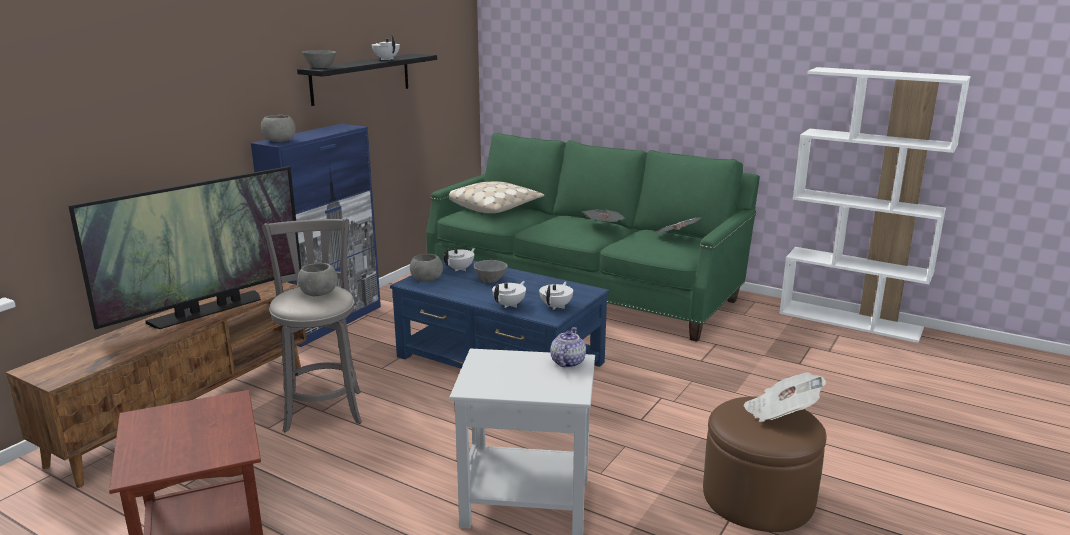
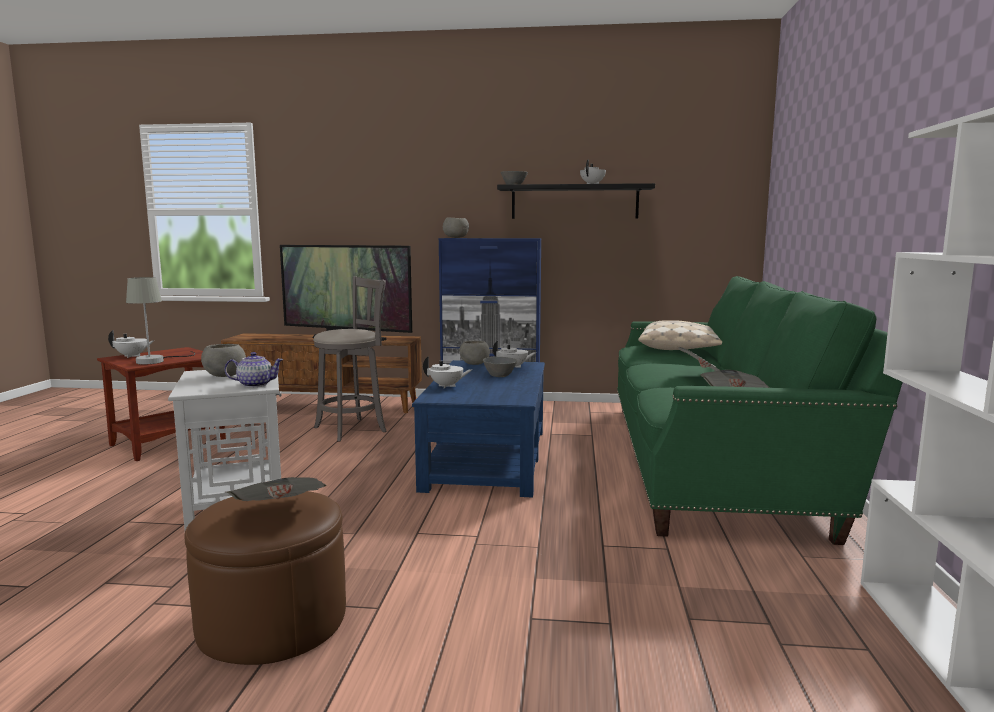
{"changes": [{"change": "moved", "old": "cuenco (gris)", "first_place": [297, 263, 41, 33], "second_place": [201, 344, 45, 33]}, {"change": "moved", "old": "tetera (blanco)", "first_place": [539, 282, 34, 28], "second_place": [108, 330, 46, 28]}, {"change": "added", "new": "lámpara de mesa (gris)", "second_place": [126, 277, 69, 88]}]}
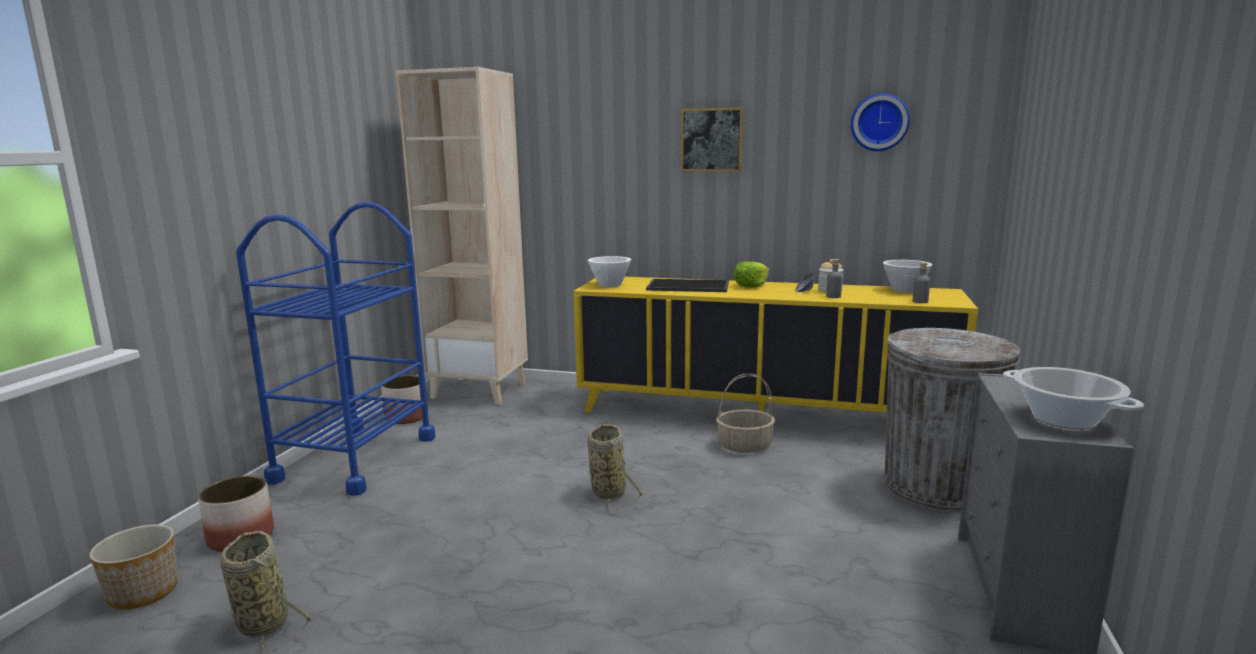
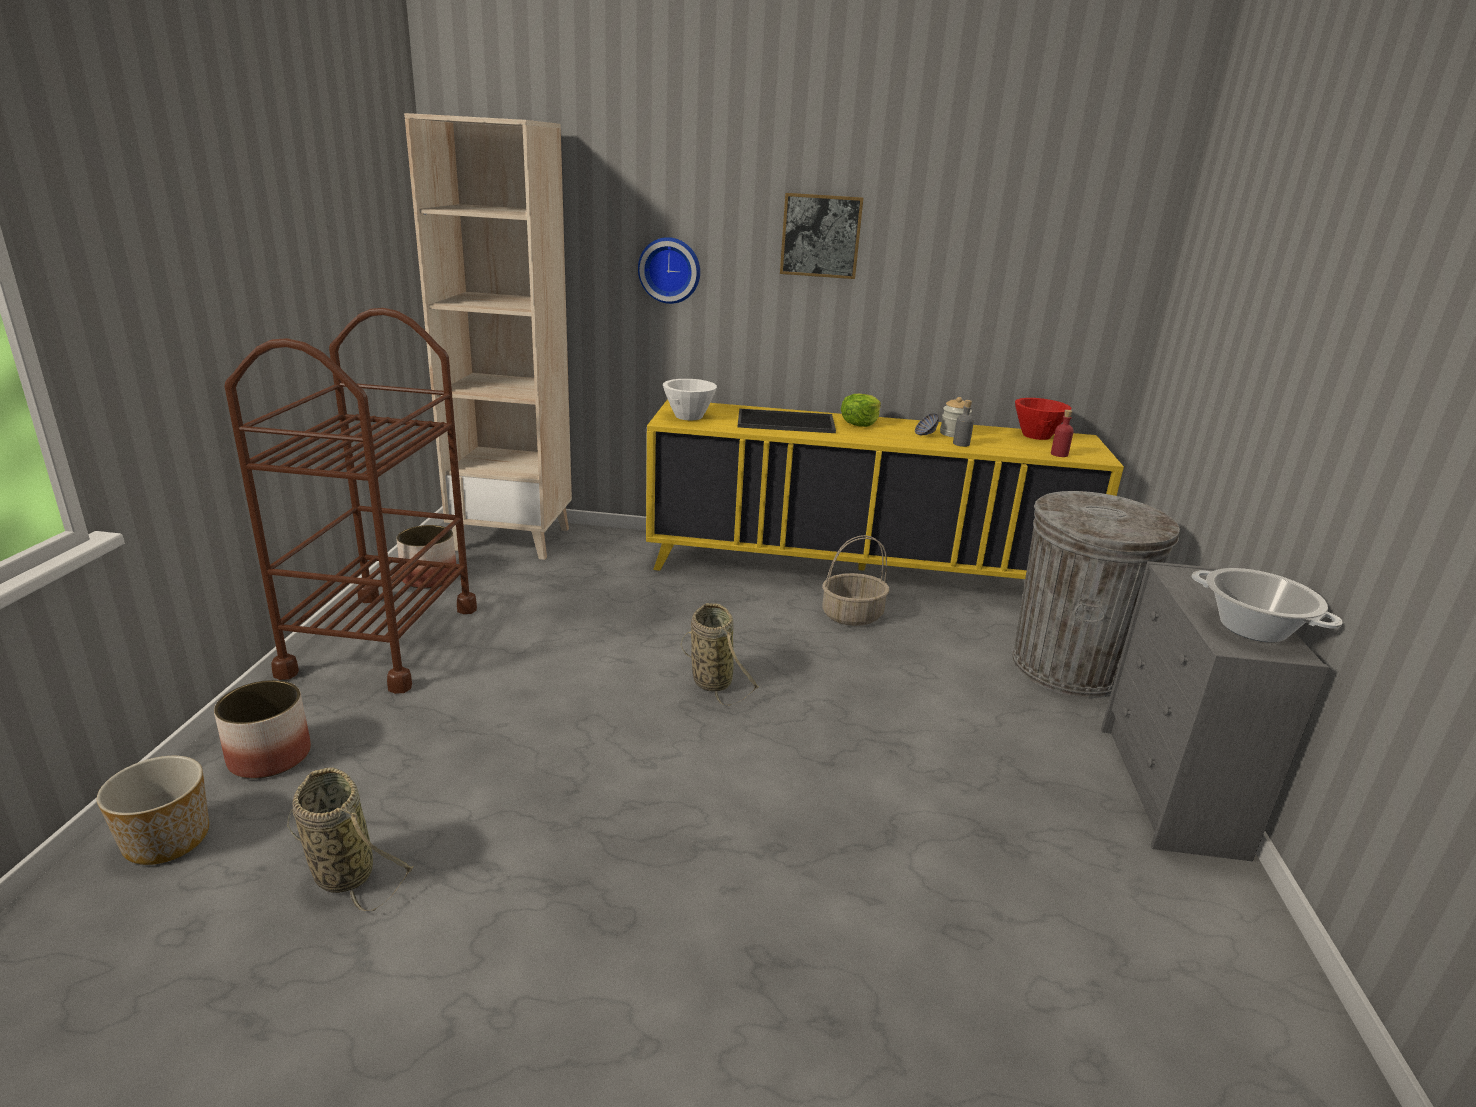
{"changes": [{"change": "recoloured", "old": "carrito (azul)", "new": "carrito (marrón)", "first_place": [236, 202, 199, 294], "second_place": [225, 308, 252, 386]}, {"change": "moved", "old": "reloj de pared", "first_place": [851, 93, 59, 58], "second_place": [638, 237, 62, 67]}, {"change": "recoloured", "old": "cuenco (blanco)", "new": "cuenco (rojo)", "first_place": [883, 260, 50, 33], "second_place": [1015, 398, 56, 42]}, {"change": "recoloured", "old": "botella (gris)", "new": "botella (rojo)", "first_place": [913, 262, 17, 41], "second_place": [1051, 410, 23, 47]}]}
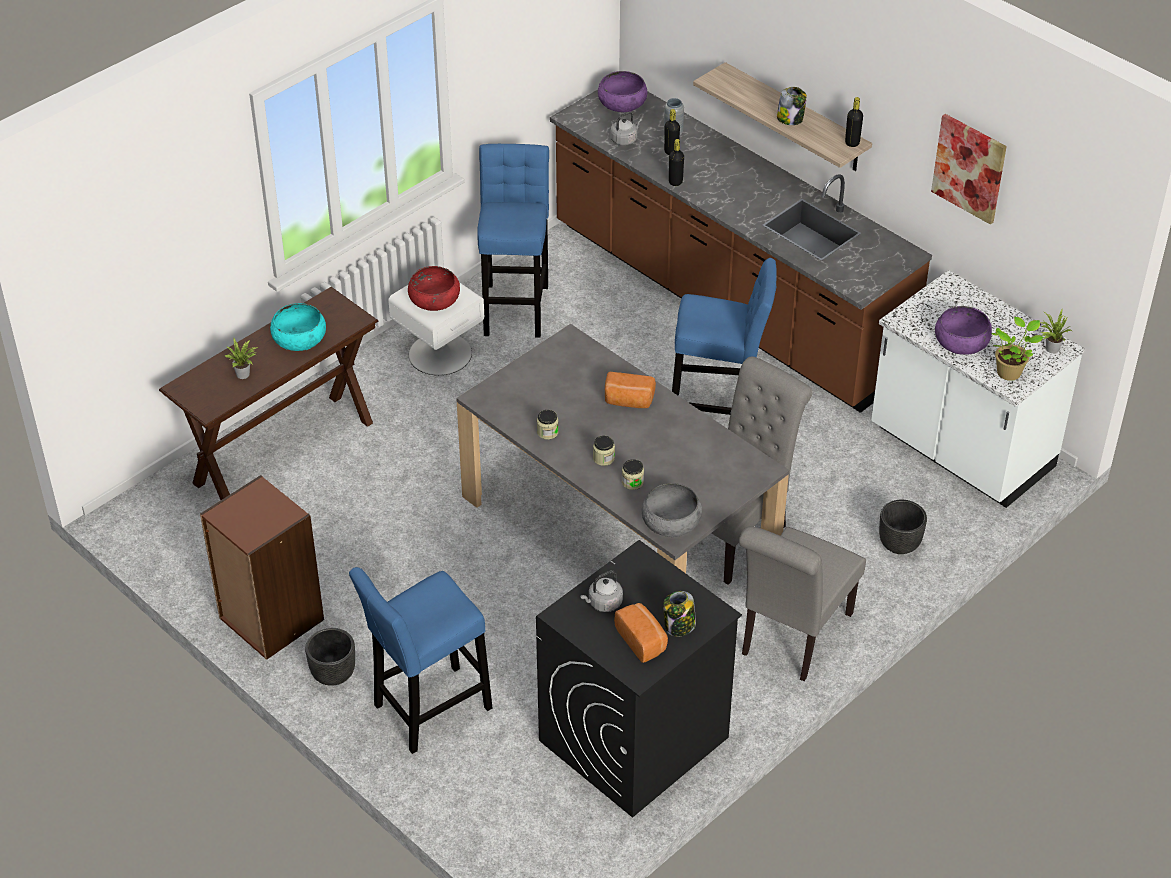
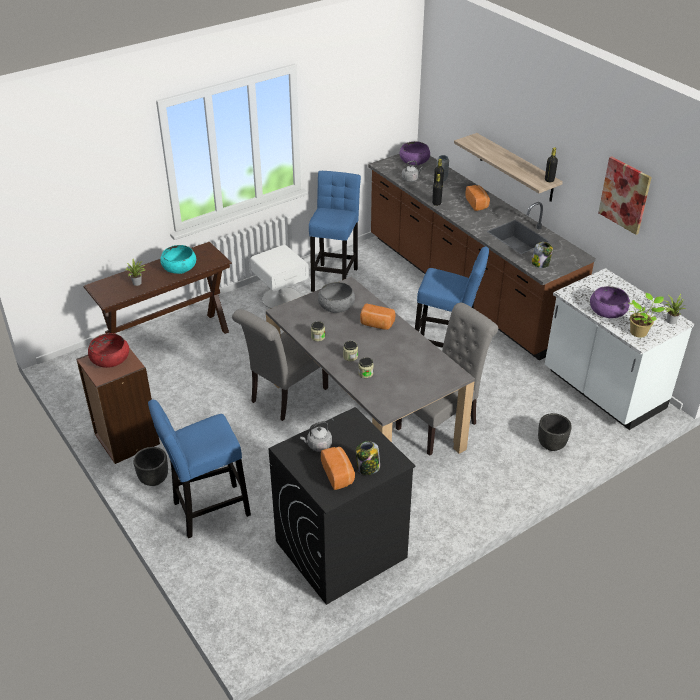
{"changes": [{"change": "moved", "old": "cuenco (rojo)", "first_place": [408, 266, 52, 45], "second_place": [88, 333, 41, 35]}, {"change": "moved", "old": "cuenco (gris)", "first_place": [642, 483, 60, 54], "second_place": [318, 282, 37, 31]}, {"change": "moved", "old": "silla (gris)", "first_place": [739, 526, 127, 156], "second_place": [232, 309, 96, 112]}, {"change": "moved", "old": "tarro", "first_place": [777, 87, 30, 38], "second_place": [531, 242, 22, 26]}, {"change": "added", "new": "pan", "second_place": [465, 185, 25, 26]}]}
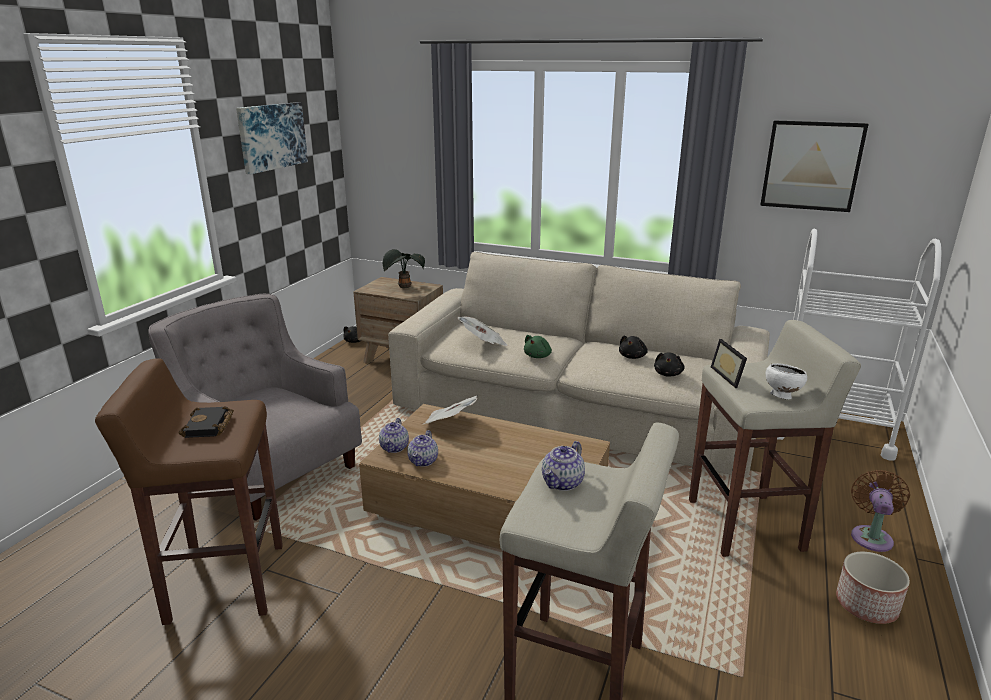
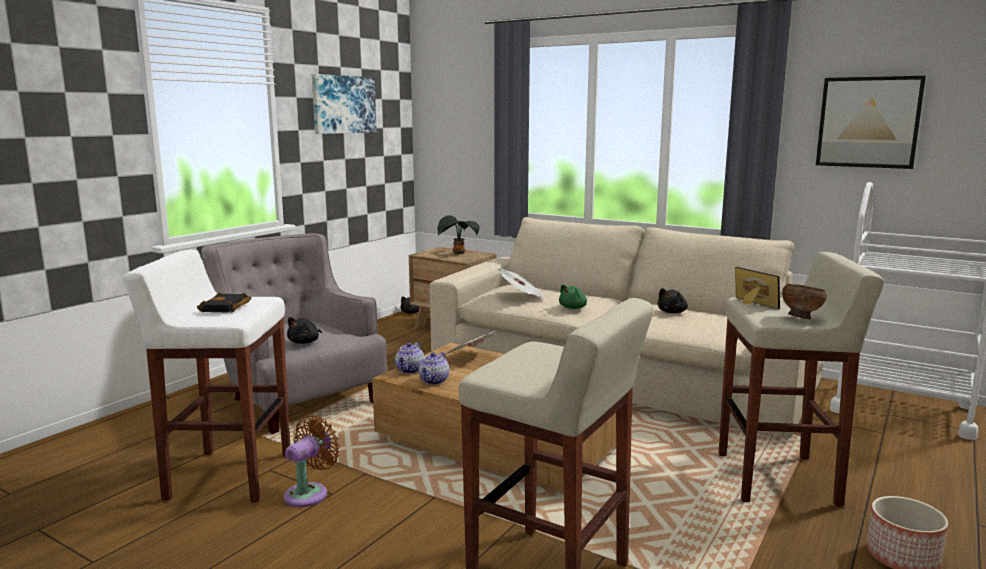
{"changes": [{"change": "recoloured", "old": "taburete (marrón)", "new": "taburete (blanco)", "first_place": [95, 358, 188, 267], "second_place": [123, 250, 167, 253]}, {"change": "removed", "old": "tetera", "first_place": [542, 441, 43, 50]}, {"change": "moved", "old": "peluche (negro)", "first_place": [654, 352, 31, 25], "second_place": [287, 317, 35, 27]}, {"change": "turned", "old": "portarretratos", "first_place": [711, 339, 36, 49], "second_place": [735, 267, 45, 42], "degrees": 150}, {"change": "recoloured", "old": "cuenco (blanco)", "new": "cuenco (marrón)", "first_place": [765, 363, 42, 36], "second_place": [782, 283, 45, 36]}, {"change": "moved", "old": "ventilador (marrón)", "first_place": [851, 470, 59, 82], "second_place": [284, 415, 56, 92]}]}
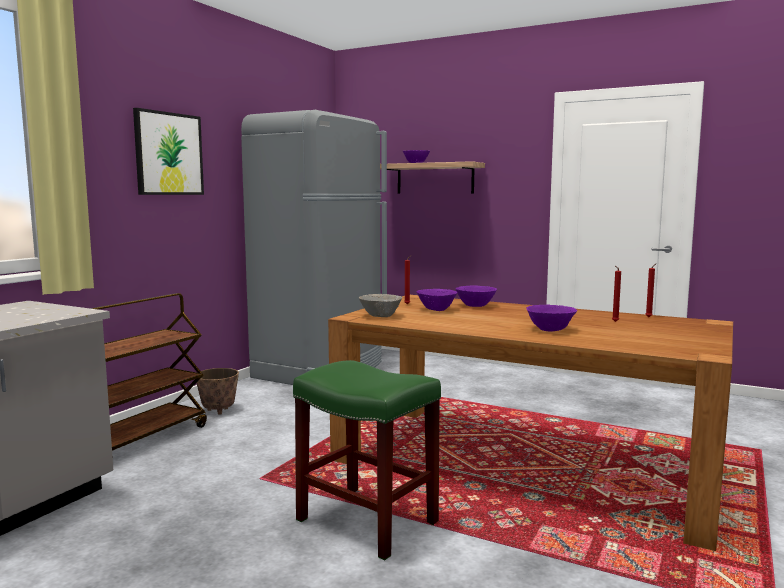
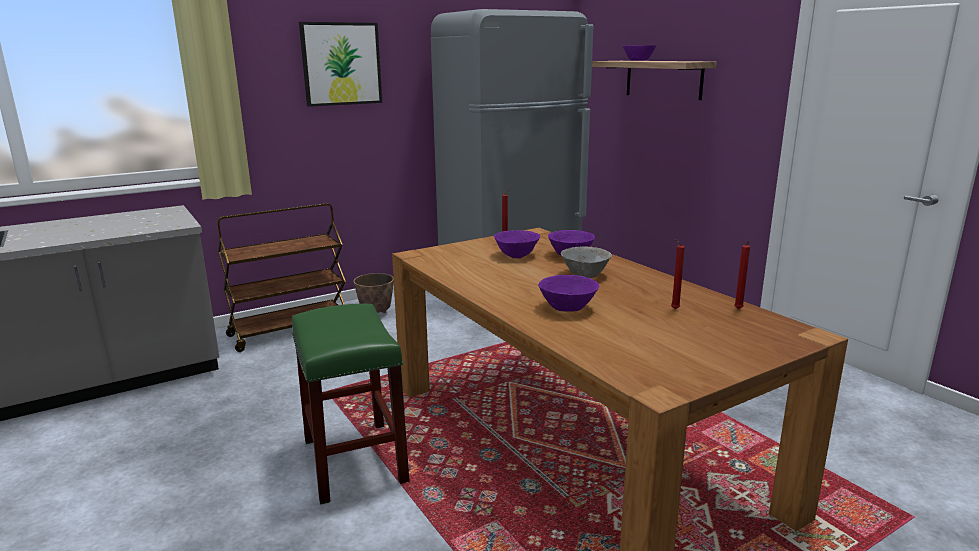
{"changes": [{"change": "moved", "old": "cuenco (gris)", "first_place": [359, 294, 43, 23], "second_place": [561, 246, 51, 32]}]}
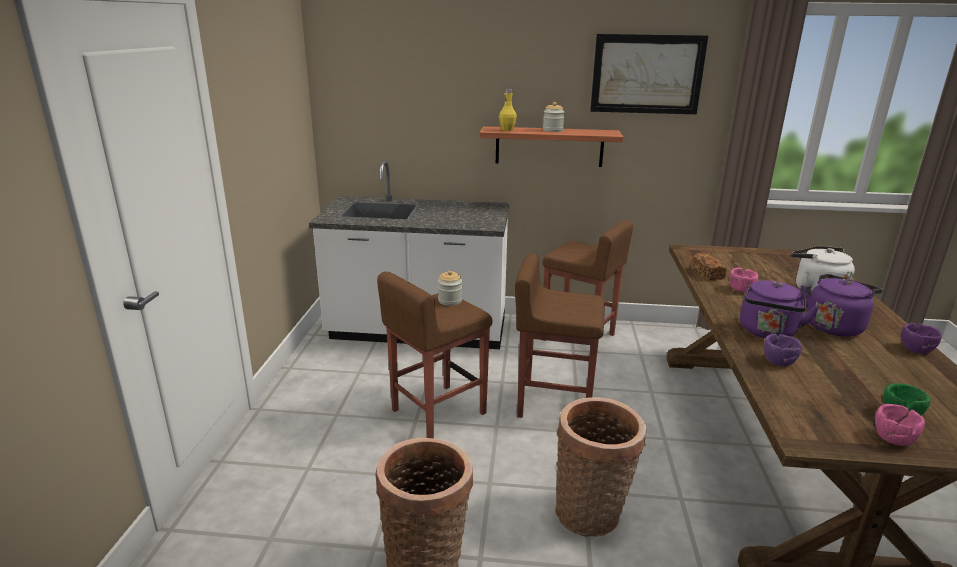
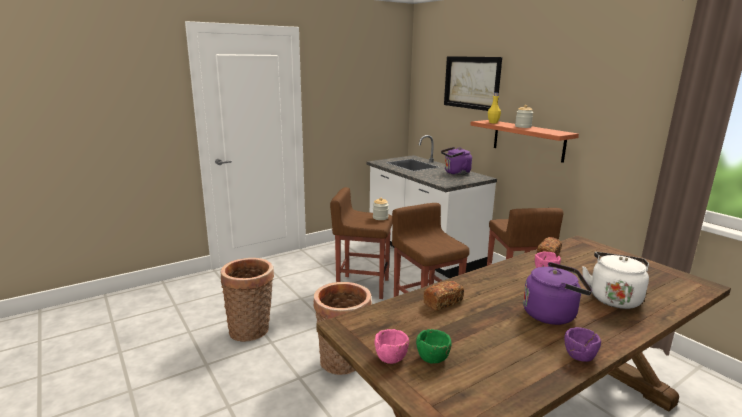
{"changes": [{"change": "moved", "old": "cuadro", "first_place": [590, 34, 118, 80], "second_place": [444, 56, 58, 55]}, {"change": "moved", "old": "hervidor (morado)", "first_place": [740, 281, 79, 57], "second_place": [441, 147, 31, 28]}, {"change": "replaced", "old": "cuenco (morado)", "new": "pan", "first_place": [764, 334, 37, 32], "second_place": [423, 281, 41, 30]}]}
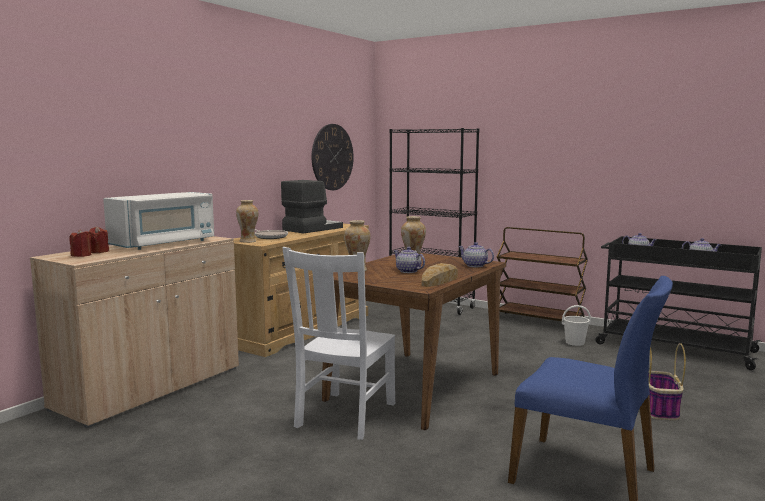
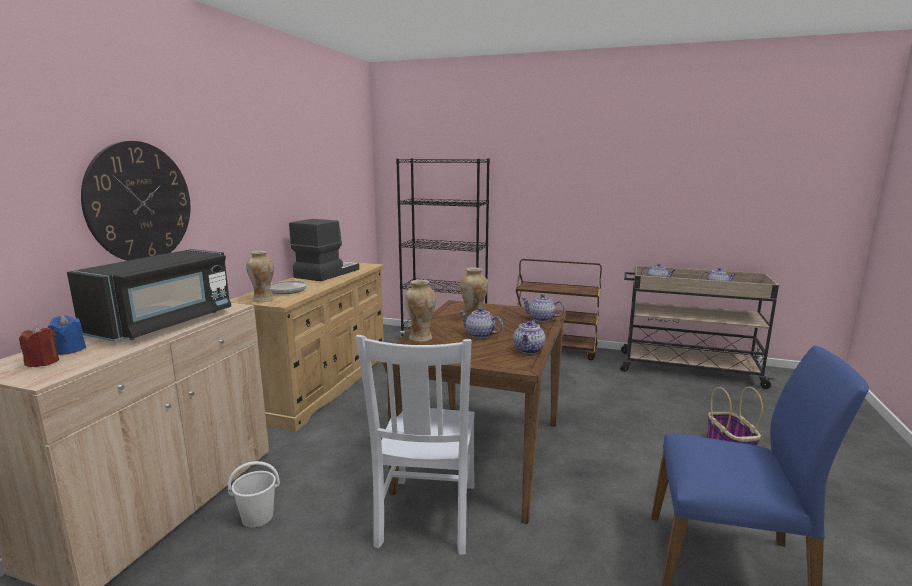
{"changes": [{"change": "recoloured", "old": "vela (rojo)", "new": "vela (azul)", "first_place": [89, 226, 20, 27], "second_place": [48, 315, 38, 40]}, {"change": "recoloured", "old": "microondas (blanco)", "new": "microondas (negro)", "first_place": [103, 192, 112, 58], "second_place": [67, 249, 164, 93]}, {"change": "moved", "old": "reloj de pared", "first_place": [312, 124, 42, 66], "second_place": [81, 141, 109, 120]}, {"change": "replaced", "old": "pan", "new": "tetera", "first_place": [422, 263, 36, 24], "second_place": [513, 320, 33, 34]}, {"change": "moved", "old": "cubo (blanco)", "first_place": [562, 305, 29, 41], "second_place": [228, 461, 52, 66]}, {"change": "recoloured", "old": "carrito (negro)", "new": "carrito (beis)", "first_place": [595, 236, 167, 134], "second_place": [620, 265, 159, 124]}]}
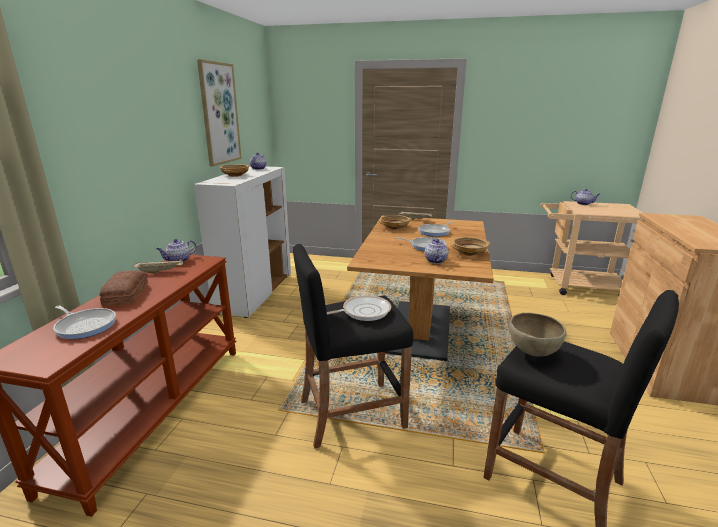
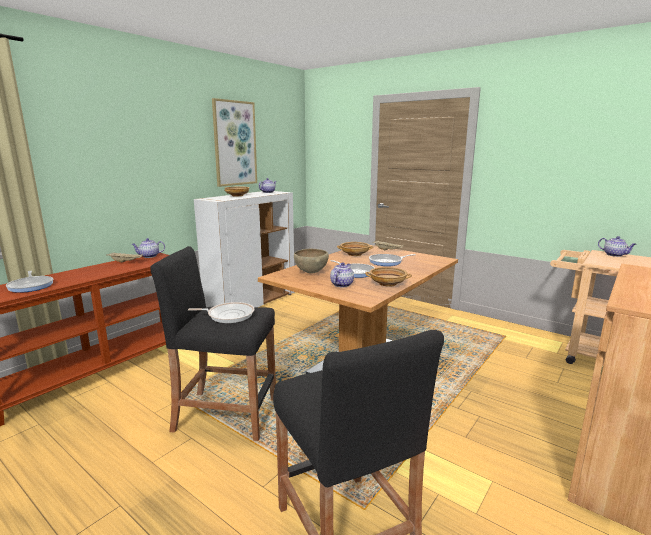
{"changes": [{"change": "removed", "old": "pan", "first_place": [100, 270, 48, 36]}, {"change": "moved", "old": "cuenco (marrón)", "first_place": [509, 313, 58, 44], "second_place": [294, 249, 35, 25]}]}
